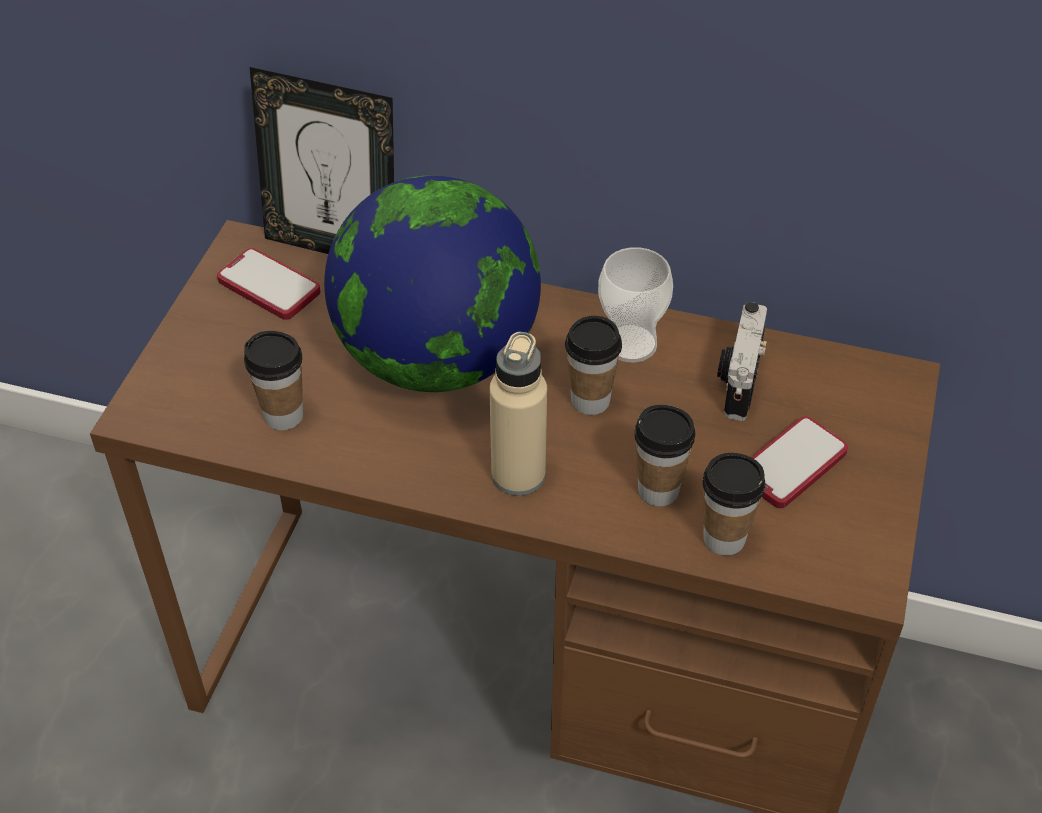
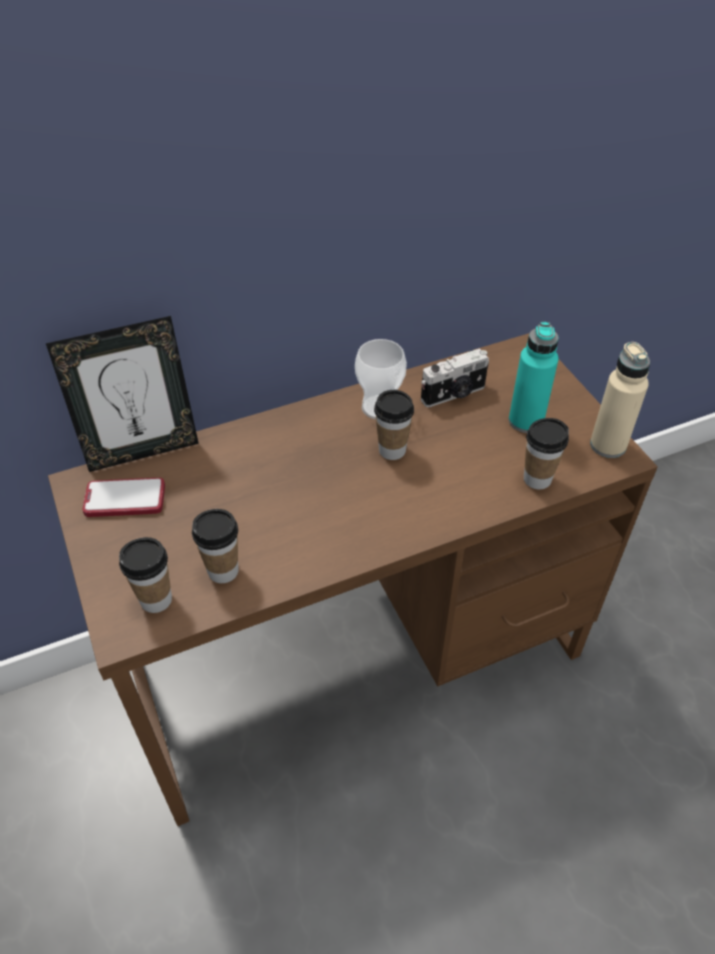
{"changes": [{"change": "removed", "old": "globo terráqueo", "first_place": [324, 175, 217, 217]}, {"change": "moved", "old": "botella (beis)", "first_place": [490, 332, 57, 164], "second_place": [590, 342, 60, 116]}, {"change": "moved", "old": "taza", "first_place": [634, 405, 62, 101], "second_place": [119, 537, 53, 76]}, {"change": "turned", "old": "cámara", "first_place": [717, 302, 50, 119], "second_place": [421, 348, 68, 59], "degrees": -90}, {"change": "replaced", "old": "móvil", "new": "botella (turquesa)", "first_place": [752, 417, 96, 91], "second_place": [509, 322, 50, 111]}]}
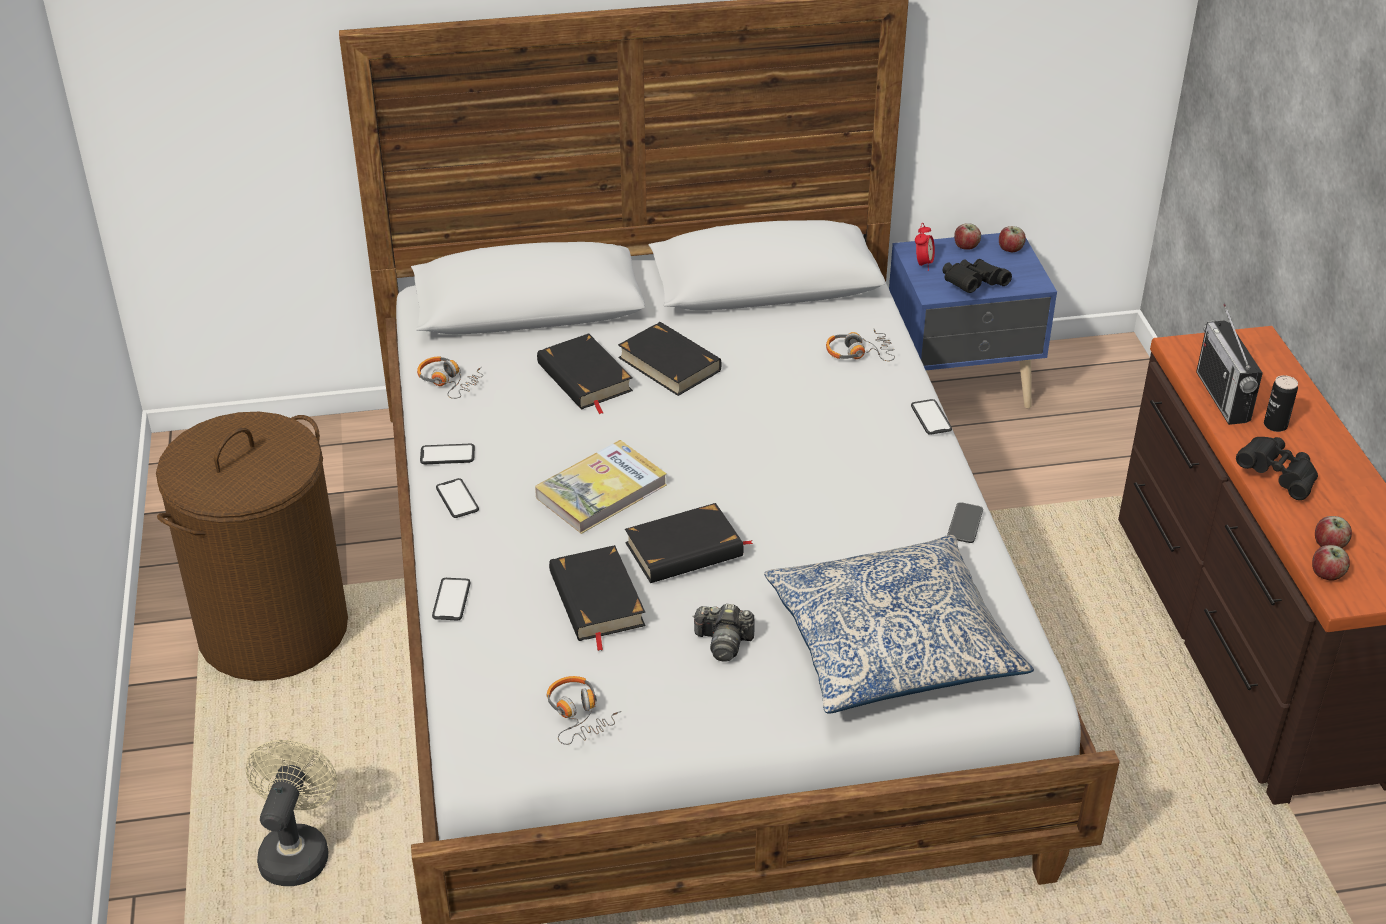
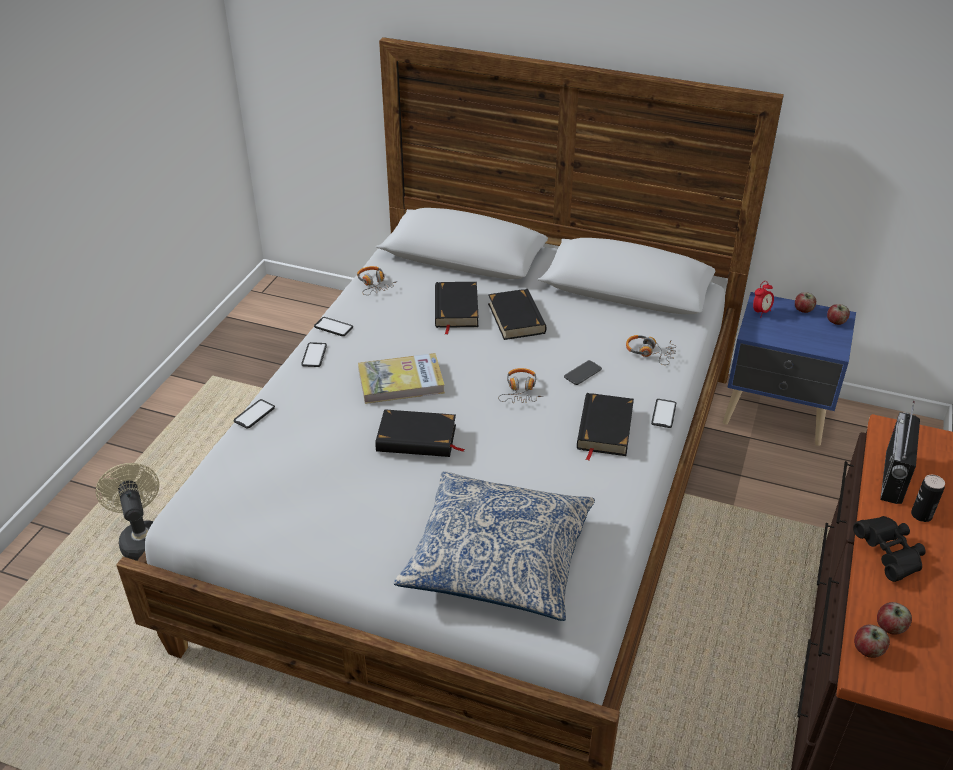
{"changes": [{"change": "removed", "old": "cesto de la ropa (marrón)", "first_place": [156, 412, 192, 269]}, {"change": "turned", "old": "ventilador (beis)", "first_place": [246, 740, 91, 146], "second_place": [96, 463, 63, 98], "degrees": -60}, {"change": "moved", "old": "auriculares", "first_place": [546, 676, 75, 69], "second_place": [498, 368, 46, 35]}, {"change": "moved", "old": "libro (negro)", "first_place": [549, 545, 97, 106], "second_place": [577, 393, 57, 67]}, {"change": "removed", "old": "cámara", "first_place": [692, 604, 63, 58]}, {"change": "removed", "old": "prismáticos (negro)", "first_place": [943, 259, 69, 34]}, {"change": "moved", "old": "móvil", "first_place": [947, 502, 36, 41], "second_place": [564, 360, 38, 25]}]}
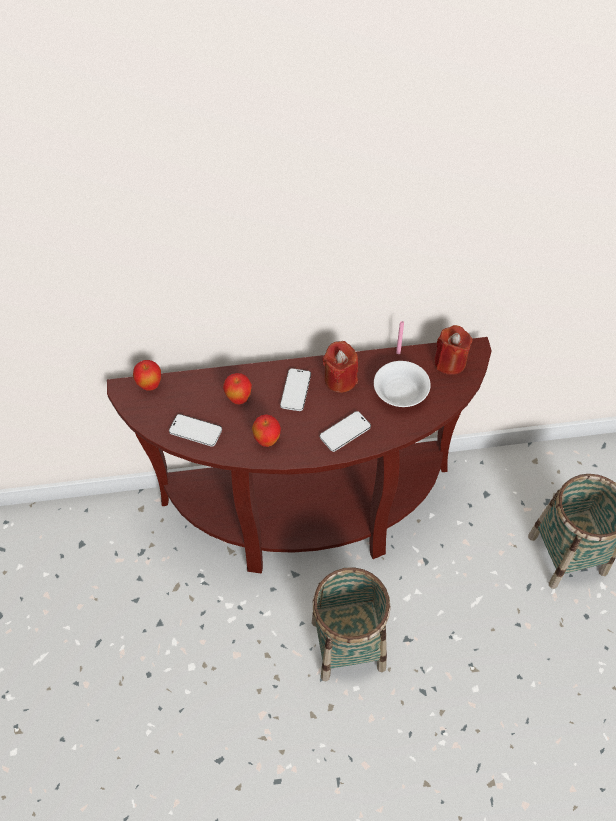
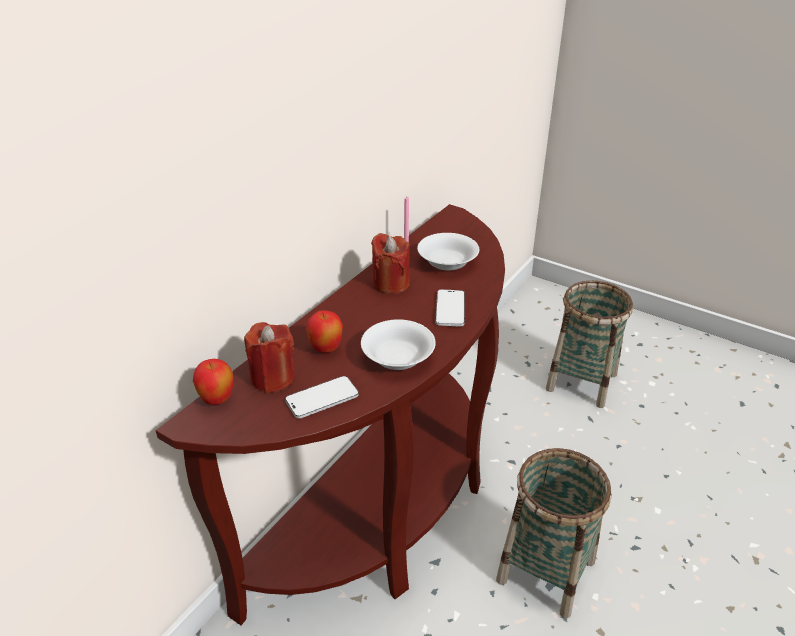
{"changes": [{"change": "replaced", "old": "manzana", "new": "cuenco (blanco)", "first_place": [252, 414, 29, 33], "second_place": [361, 319, 75, 51]}, {"change": "removed", "old": "móvil", "first_place": [280, 368, 31, 43]}, {"change": "moved", "old": "vela (rojo)", "first_place": [434, 325, 39, 50], "second_place": [244, 322, 51, 72]}]}
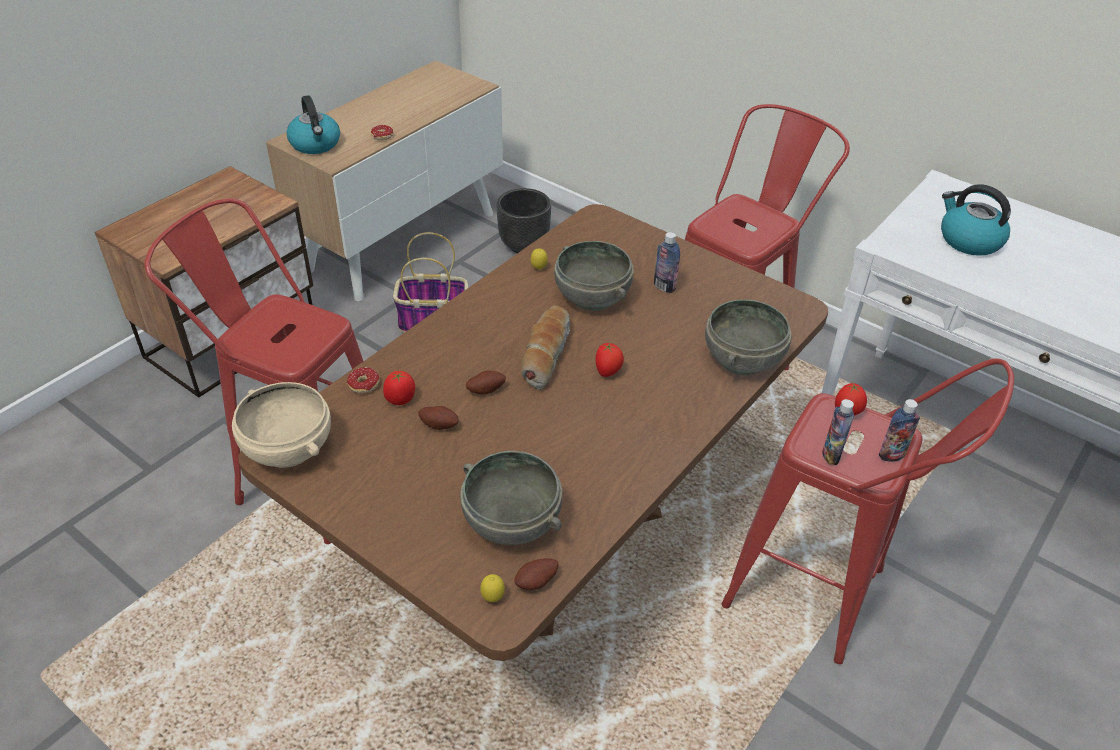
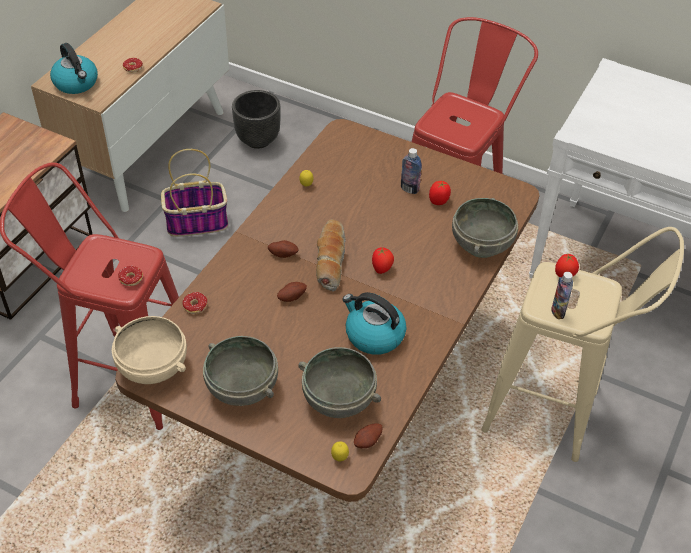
{"changes": [{"change": "moved", "old": "tomate", "first_place": [383, 371, 32, 34], "second_place": [429, 181, 22, 24]}, {"change": "moved", "old": "patata", "first_place": [418, 406, 41, 24], "second_place": [268, 240, 30, 18]}, {"change": "moved", "old": "cuenco (gris)", "first_place": [554, 241, 80, 70], "second_place": [203, 336, 75, 70]}, {"change": "recoloured", "old": "taburete (rojo)", "new": "taburete (beis)", "first_place": [722, 359, 292, 305], "second_place": [482, 227, 202, 235]}, {"change": "removed", "old": "botella", "first_place": [879, 399, 41, 63]}, {"change": "moved", "old": "hervidor", "first_place": [941, 184, 70, 72], "second_place": [342, 292, 64, 63]}, {"change": "added", "new": "rosquilla", "second_place": [118, 266, 25, 20]}]}
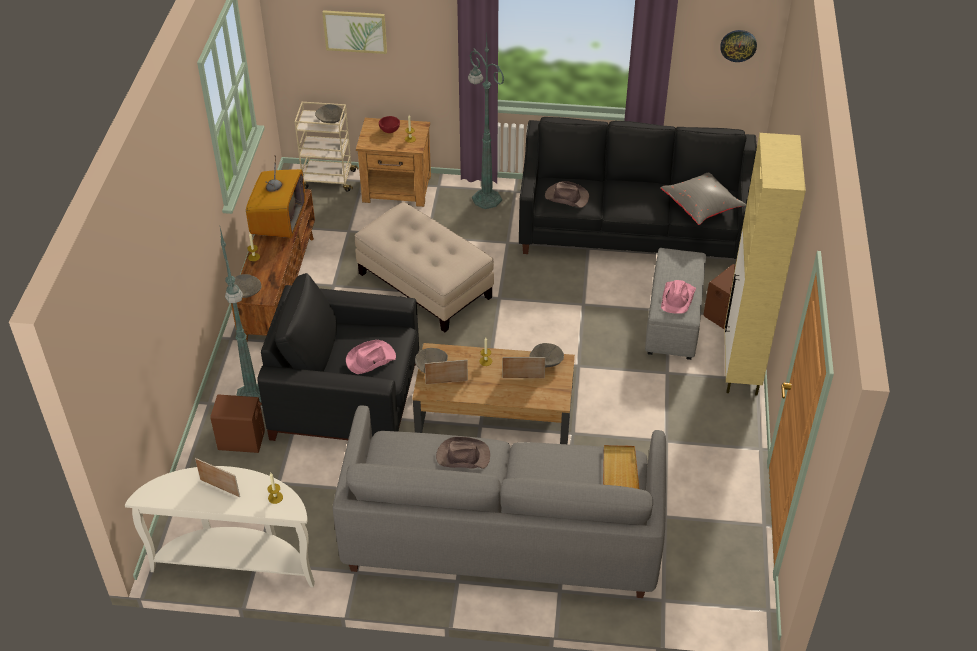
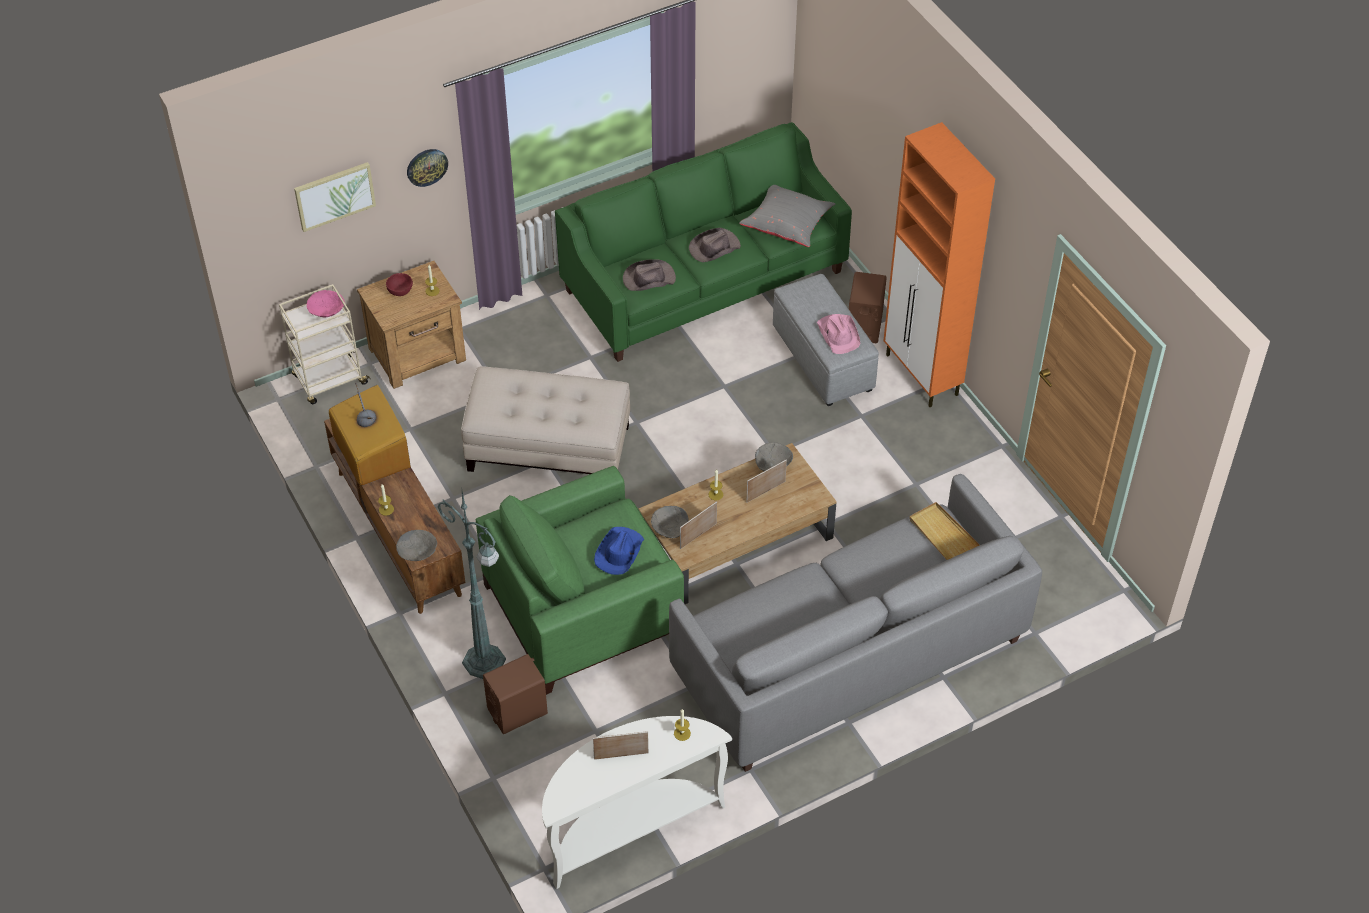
{"changes": [{"change": "recoloured", "old": "sillón (negro)", "new": "sillón (verde)", "first_place": [257, 273, 162, 168], "second_place": [476, 466, 208, 229]}, {"change": "recoloured", "old": "cuenco (gris)", "new": "cuenco (rosa)", "first_place": [315, 104, 29, 19], "second_place": [307, 290, 38, 27]}, {"change": "recoloured", "old": "sombrero (rosa)", "new": "sombrero (azul)", "first_place": [346, 340, 50, 34], "second_place": [594, 527, 50, 48]}, {"change": "moved", "old": "sombrero (marrón)", "first_place": [436, 437, 54, 32], "second_place": [689, 228, 52, 34]}, {"change": "removed", "old": "lámpara de pie (verde)", "first_place": [468, 35, 36, 174]}, {"change": "recoloured", "old": "sofá (negro)", "new": "sofá (verde)", "first_place": [519, 117, 238, 143], "second_place": [555, 122, 297, 240]}, {"change": "moved", "old": "reloj de pared", "first_place": [720, 30, 37, 32], "second_place": [407, 149, 41, 38]}, {"change": "recoloured", "old": "armario (beis)", "new": "armario (naranja)", "first_place": [724, 133, 82, 263], "second_place": [883, 122, 112, 285]}]}
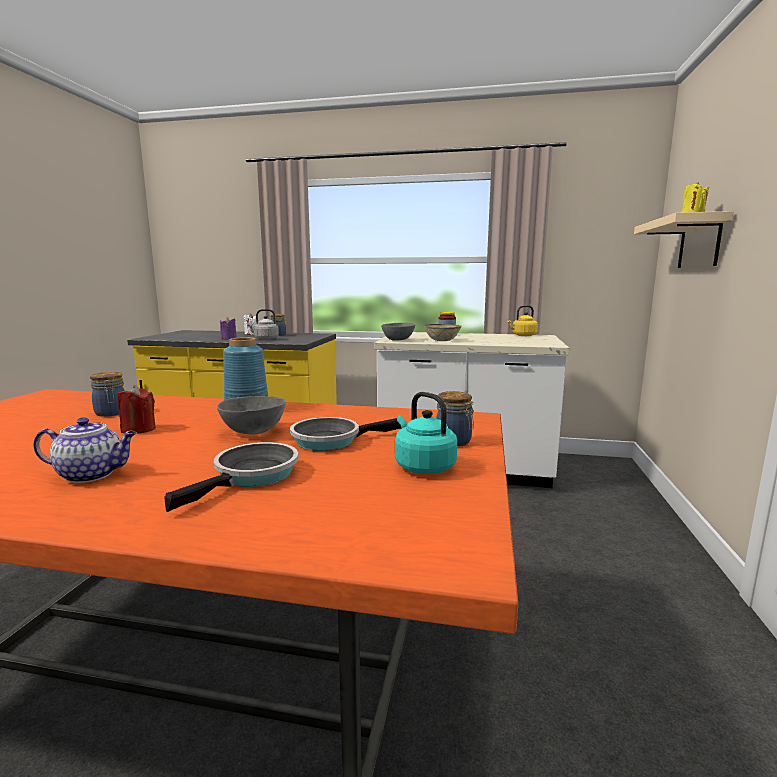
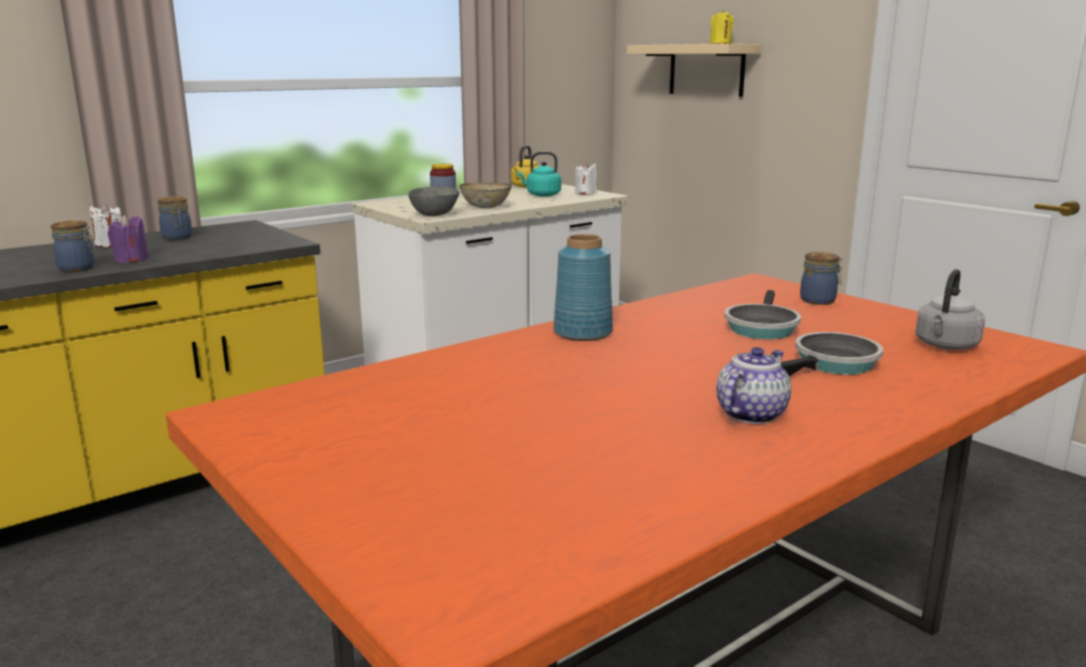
{"changes": [{"change": "moved", "old": "tarro", "first_place": [90, 372, 35, 45], "second_place": [51, 220, 44, 52]}, {"change": "removed", "old": "vela (rojo)", "first_place": [118, 385, 38, 49]}, {"change": "turned", "old": "sartén", "first_place": [164, 442, 135, 70], "second_place": [781, 332, 102, 44], "degrees": 75}, {"change": "removed", "old": "cuenco (gris)", "first_place": [217, 396, 69, 39]}, {"change": "moved", "old": "hervidor (gris)", "first_place": [247, 309, 32, 31], "second_place": [915, 269, 70, 81]}, {"change": "moved", "old": "hervidor (turquesa)", "first_place": [395, 392, 62, 82], "second_place": [517, 152, 44, 45]}, {"change": "added", "new": "vela (blanco)", "second_place": [575, 161, 21, 33]}]}
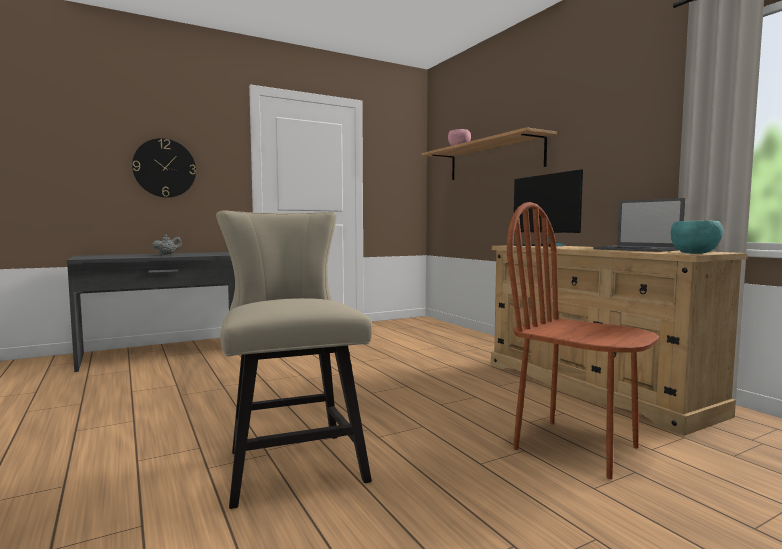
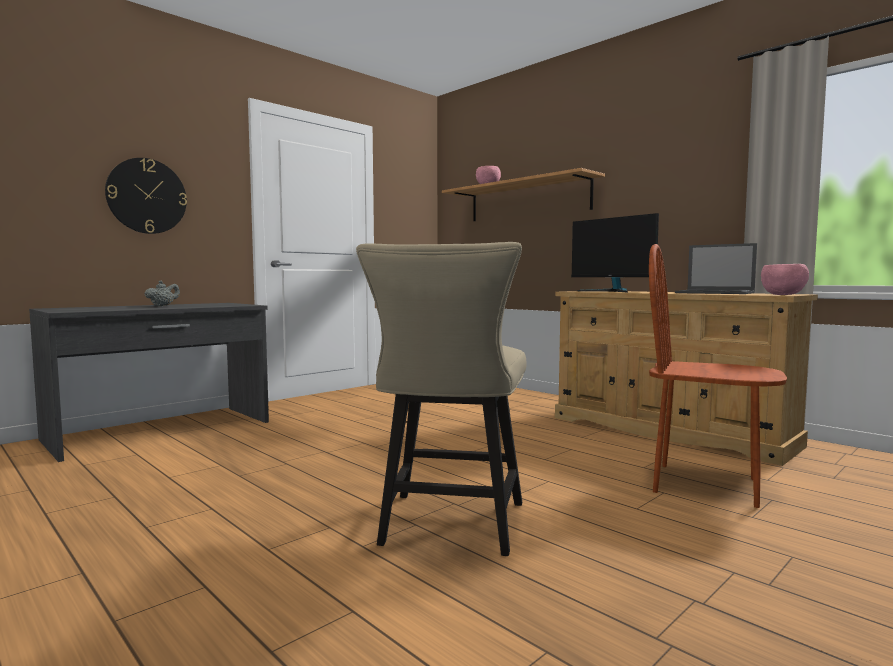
{"changes": [{"change": "turned", "old": "silla (beis)", "first_place": [216, 211, 156, 298], "second_place": [356, 242, 171, 314], "degrees": -135}, {"change": "recoloured", "old": "cuenco (turquesa)", "new": "cuenco (rosa)", "first_place": [671, 220, 52, 34], "second_place": [761, 264, 48, 31]}]}
